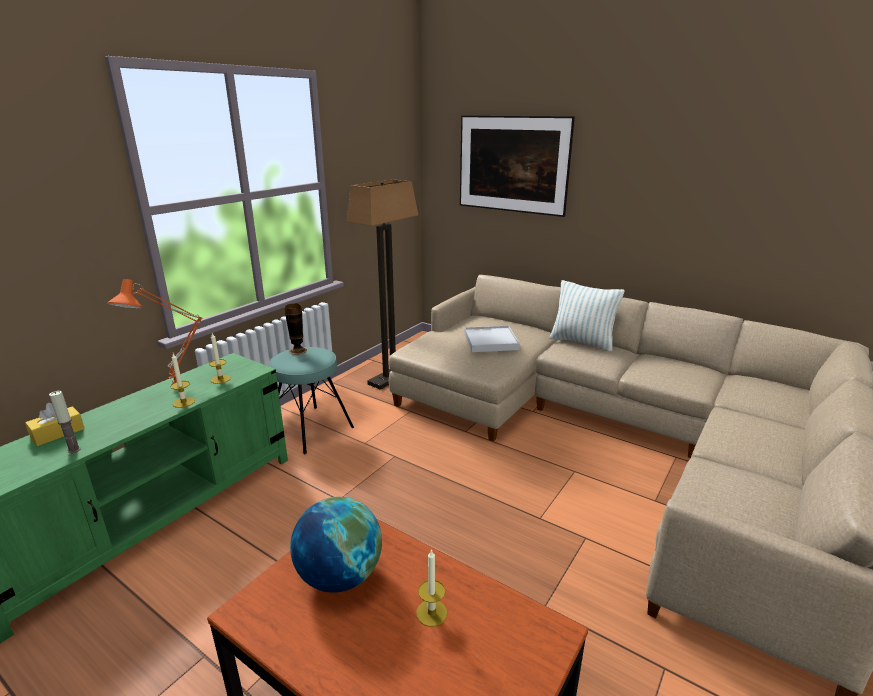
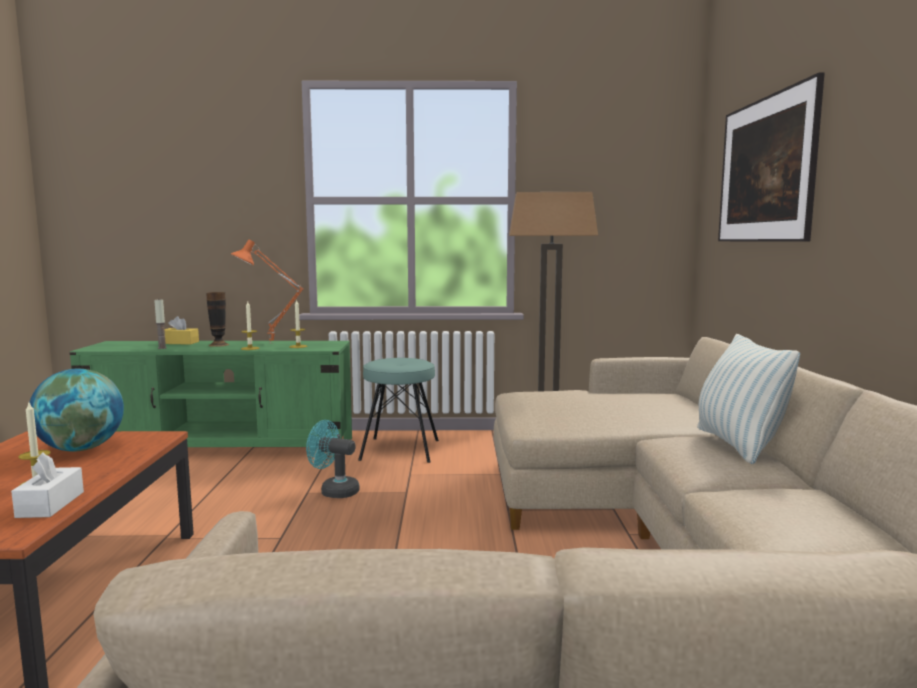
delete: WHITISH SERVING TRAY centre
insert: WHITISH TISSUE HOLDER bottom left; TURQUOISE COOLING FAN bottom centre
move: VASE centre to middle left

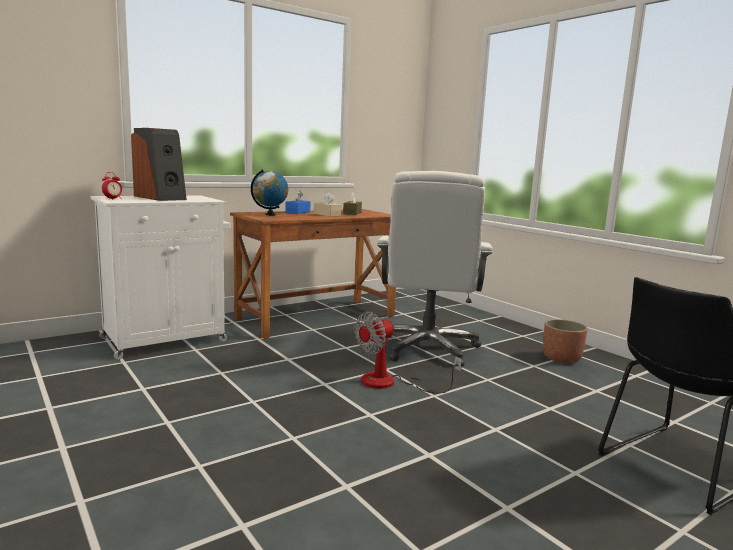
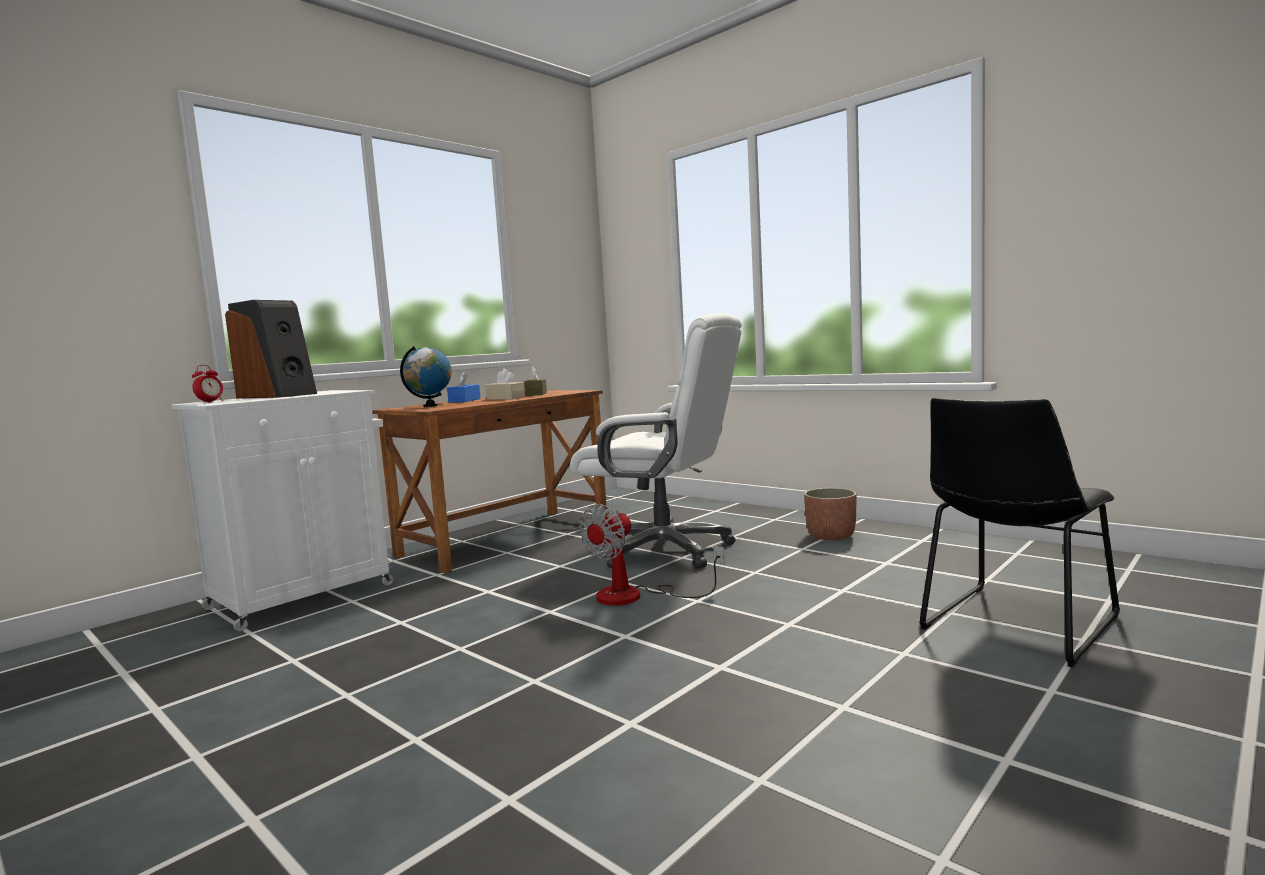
rotate: WHITISH DESK CHAIR centre = centre 60 degrees counterclockwise

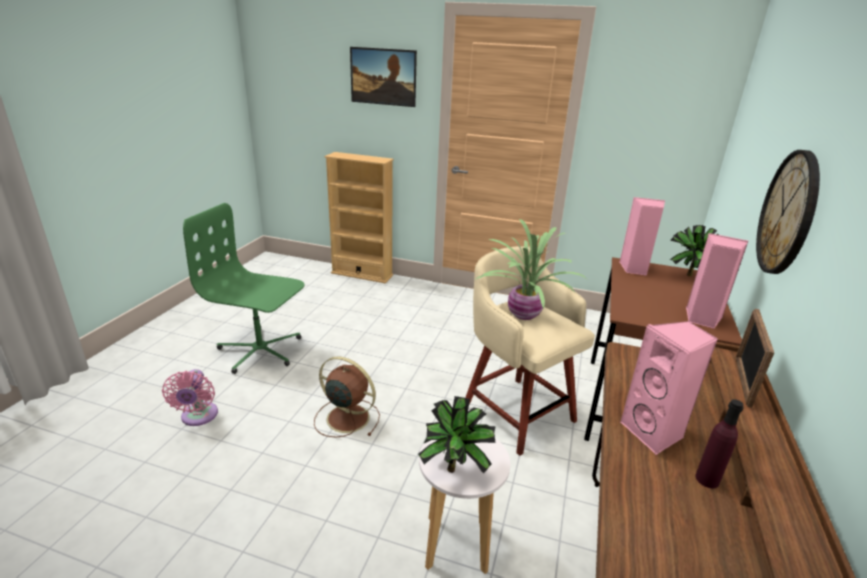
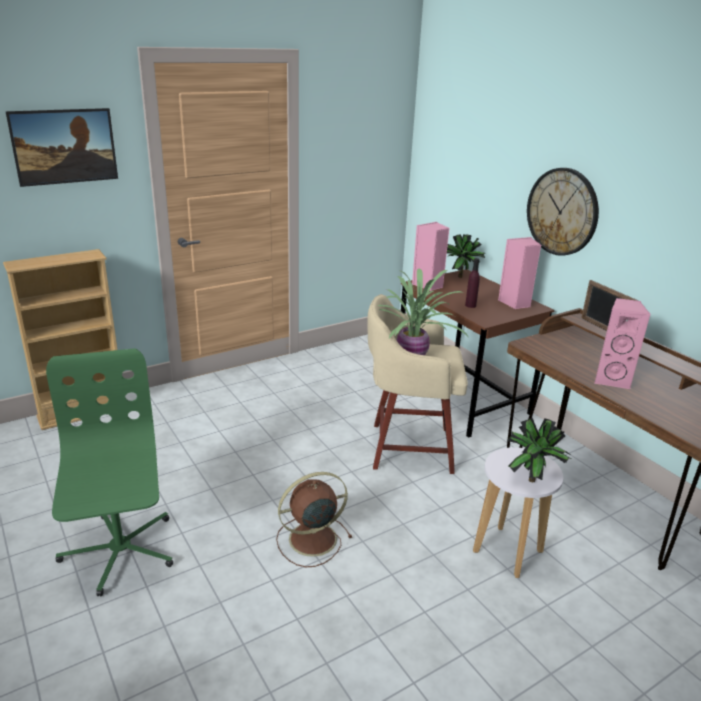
delete: PINK COOLING FAN bottom left
move: PURPLE BOTTLE bottom right to middle right
rotate: GREEN-COLOURED DESK CHAIR middle left = bottom left 105 degrees clockwise

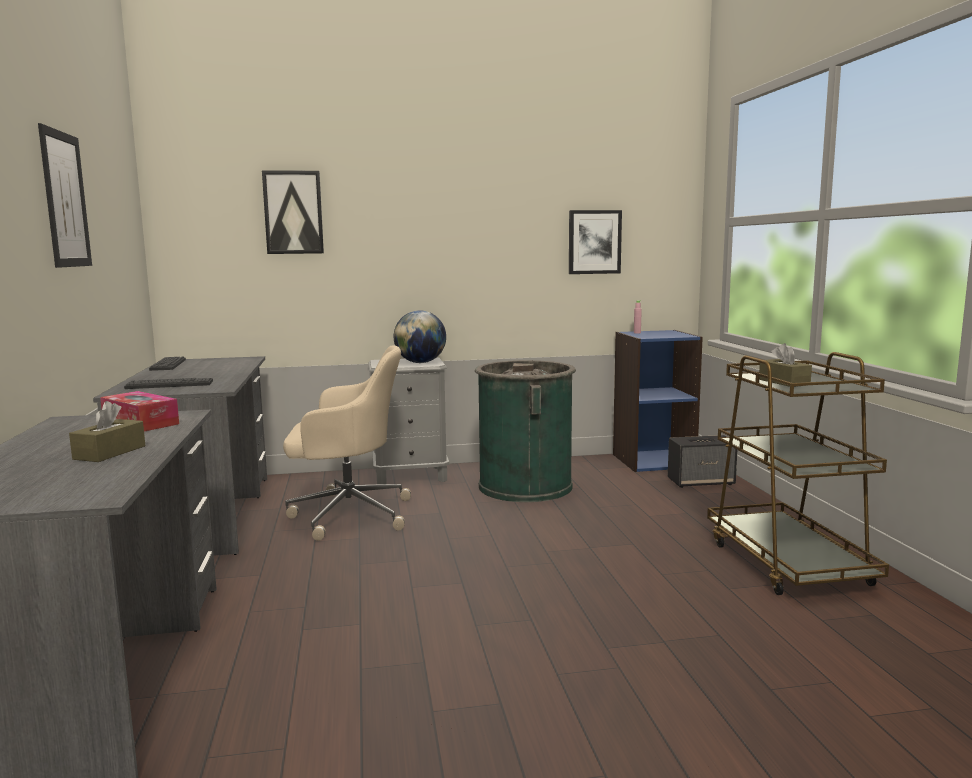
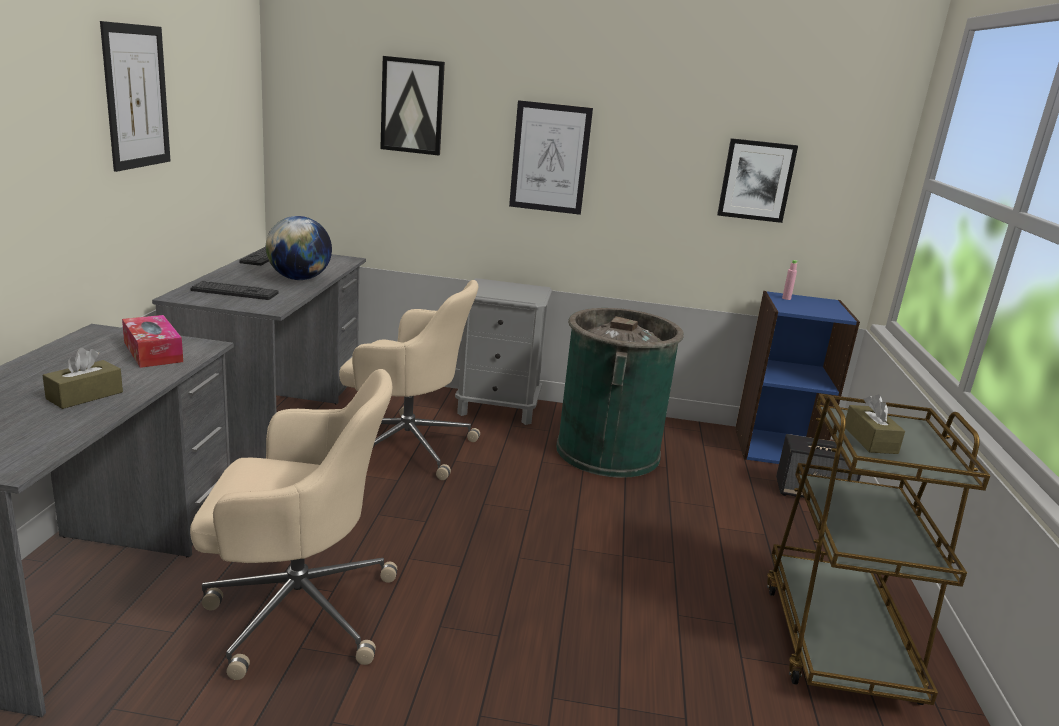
insert: SAND-COLOURED DESK CHAIR (1st from left) bottom left; PICTURE (3rd from left) top centre
move: GLOBE centre to middle left

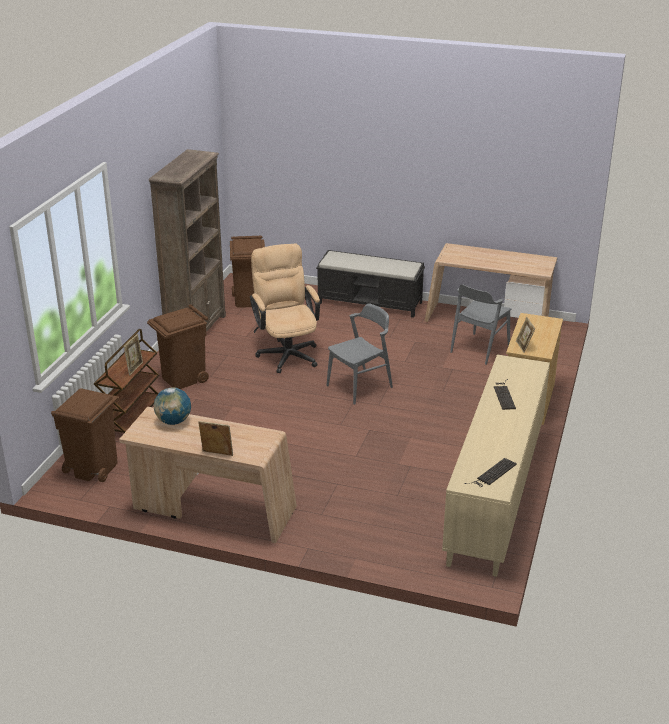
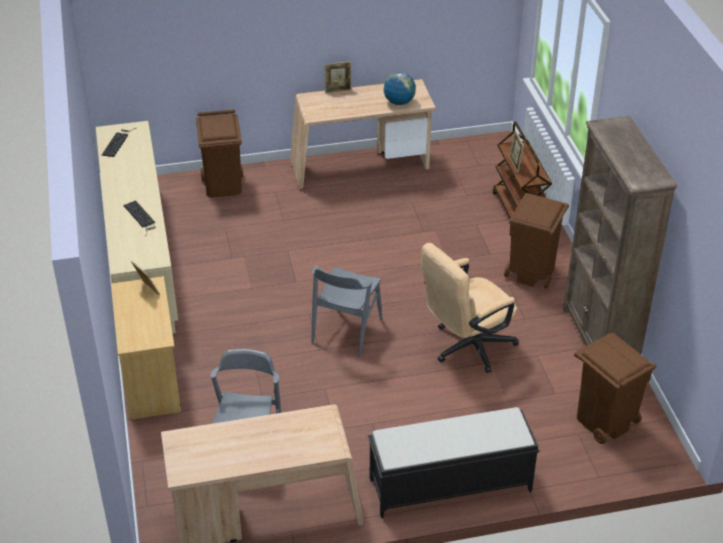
move: BROWNISH RUBBISH BIN (1st from left) middle left to top left
rotate: SAND-COLOURED DESK CHAIR centre = centre 105 degrees clockwise

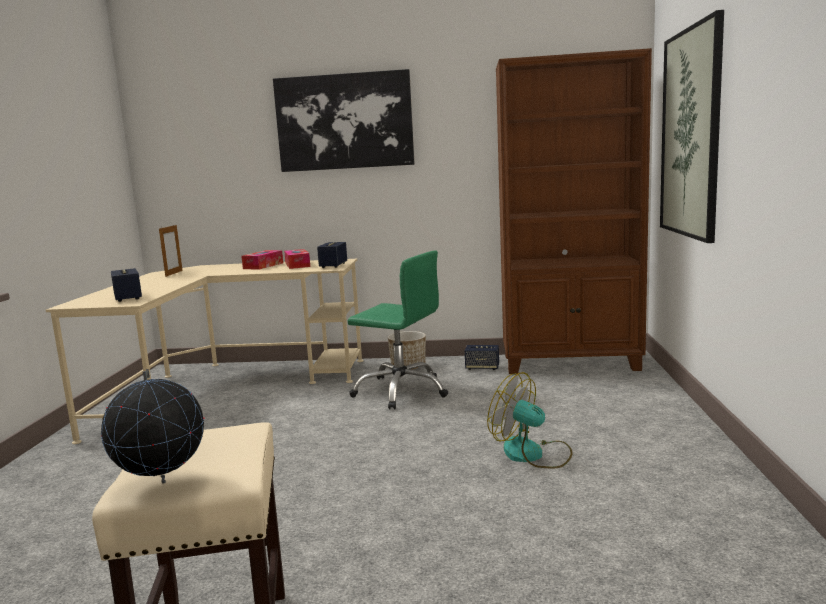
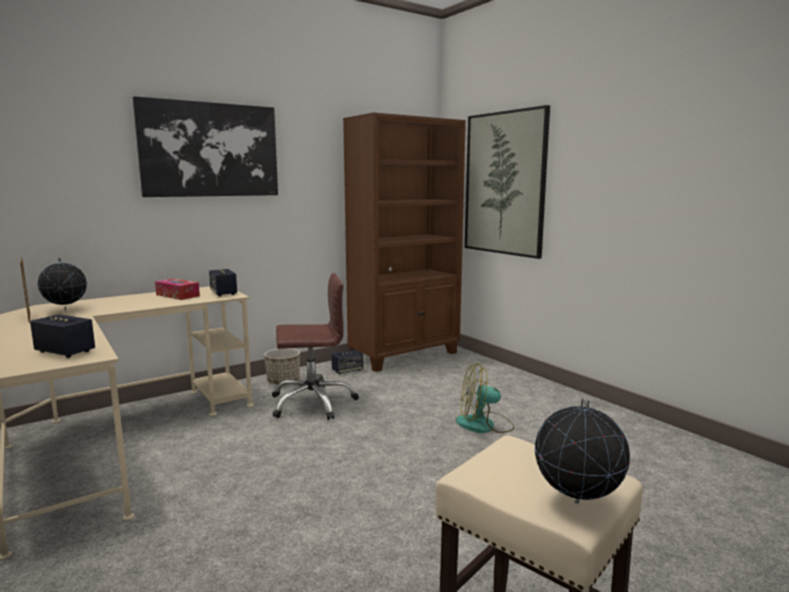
delete: TISSUE HOLDER (1st from left) middle left
insert: GLOBE (1st from left) middle left
recolor: GREEN-COLOURED DESK CHAIR centre to BROWNISH DESK CHAIR centre

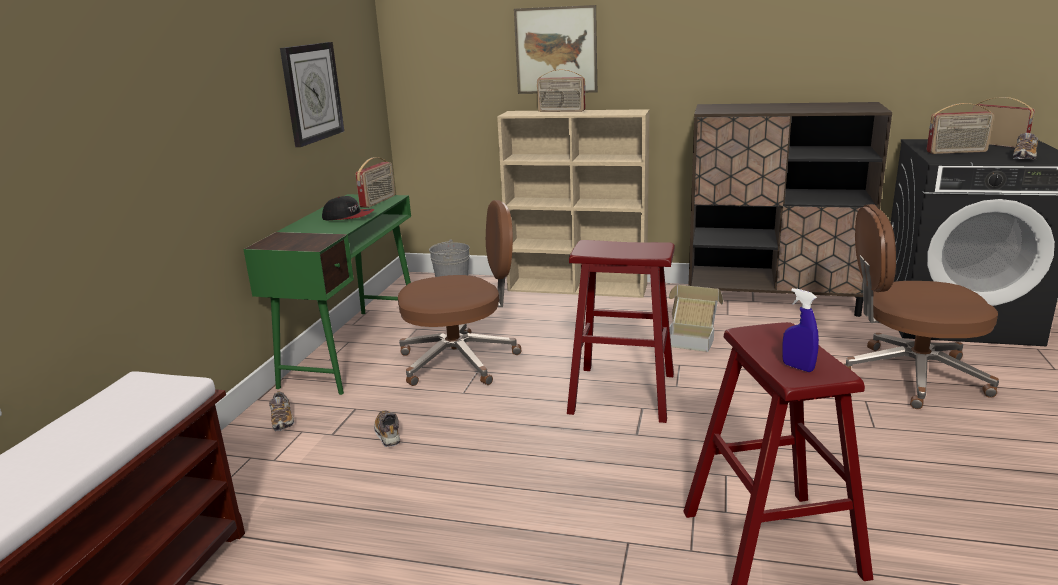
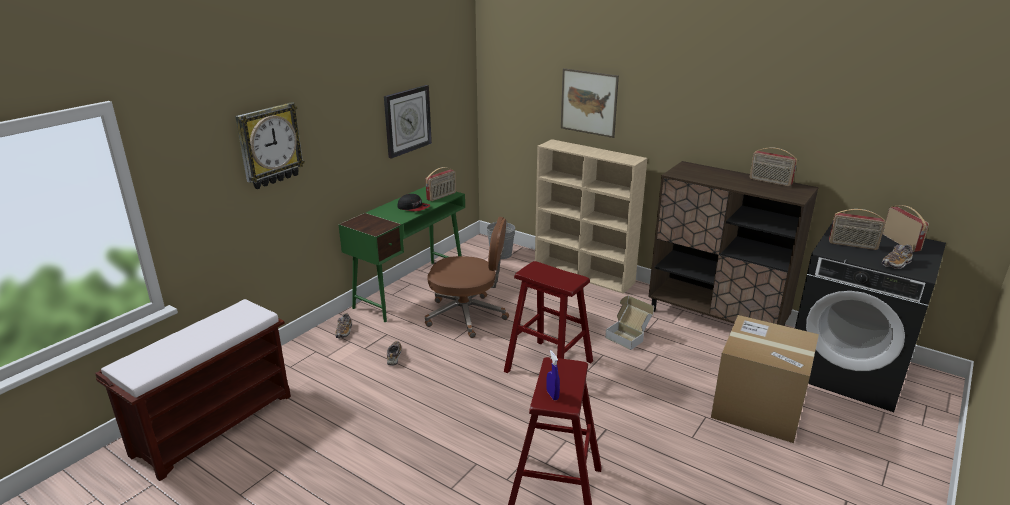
insert: WALL CLOCK (1st from left) top left
move: RADIO SET (2nd from left) top centre to top right
replace: BROWNISH DESK CHAIR (2nd from left) middle right to CARTON (2nd from left) bottom right

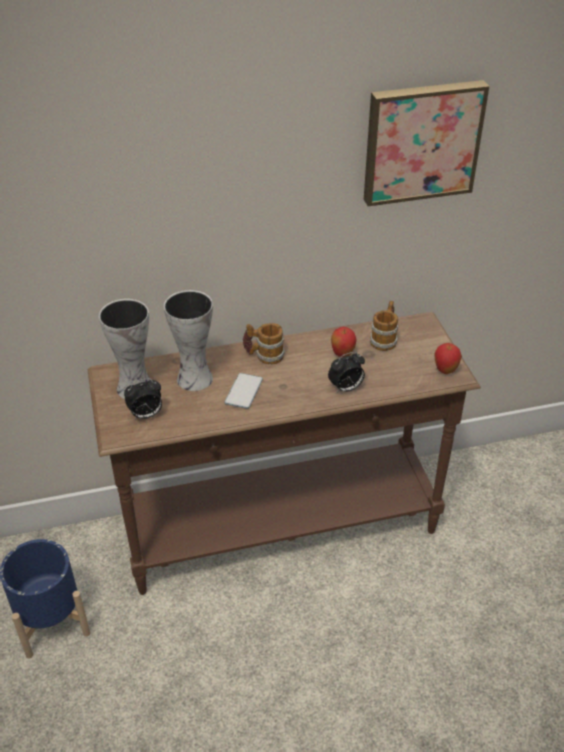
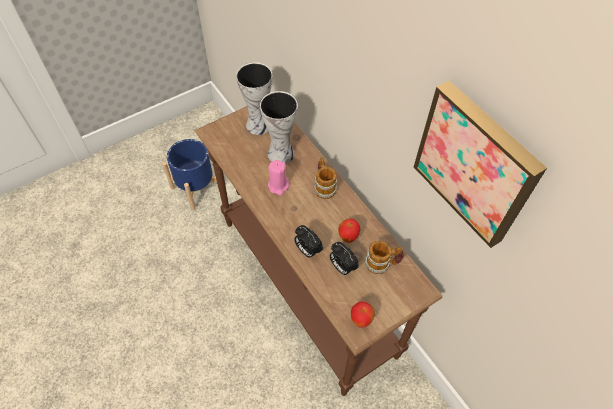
move: ALARM CLOCK (1st from left in the first image) middle left to ALARM CLOCK (2nd from left) centre
replace: HANDSET centre to PINK WAX CANDLE centre

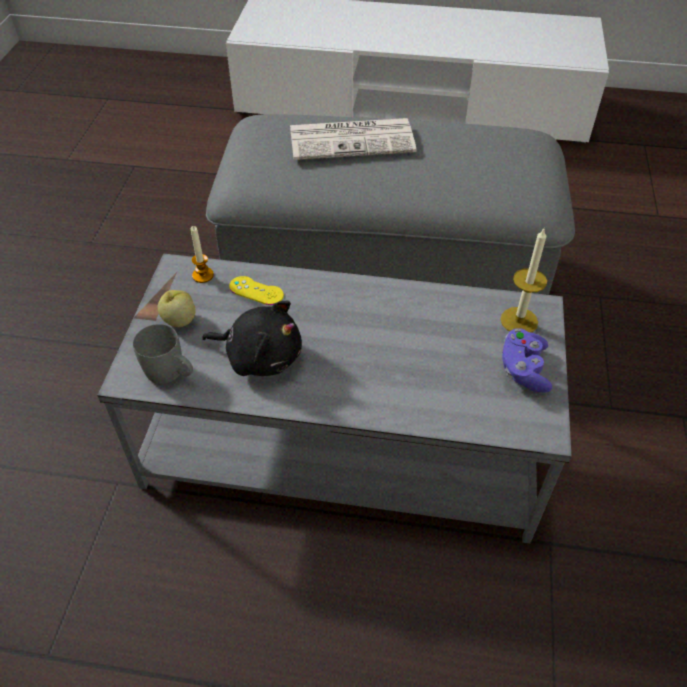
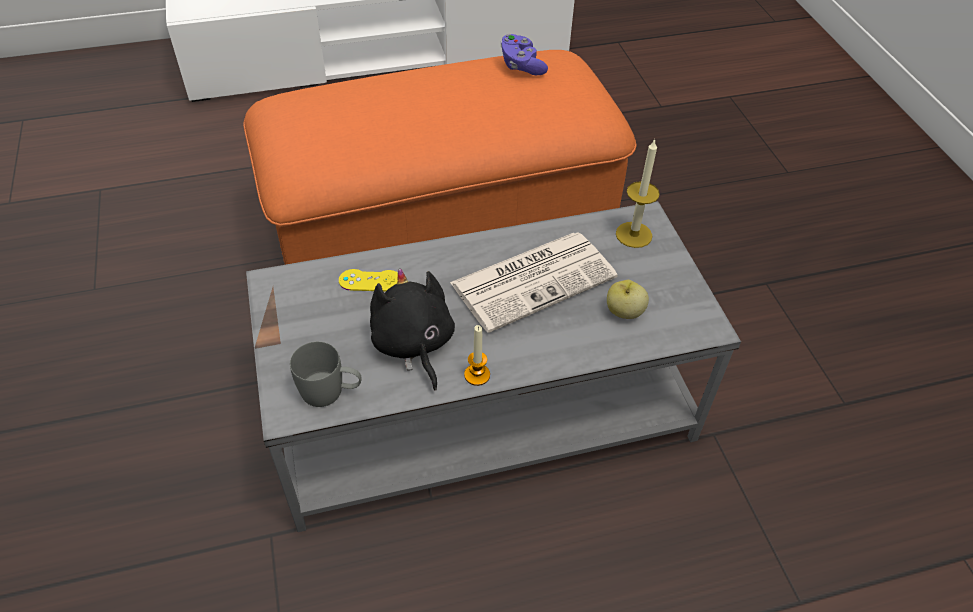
move: APPLE middle left to centre; WAX CANDLE (1st from left) middle left to centre; NEWSPAPER top centre to centre; PURPLE JOYPAD middle right to top centre
recolor: GREYISH OTTOMAN top centre to ORANGEY OTTOMAN top centre
rotate: BLACK CUDDLY TOY centre = centre 105 degrees counterclockwise

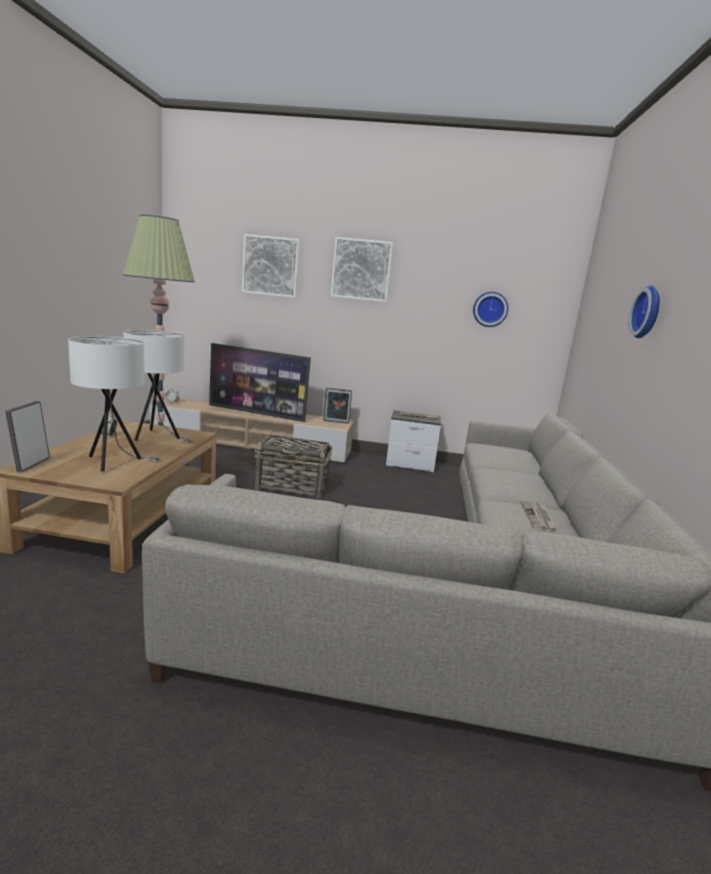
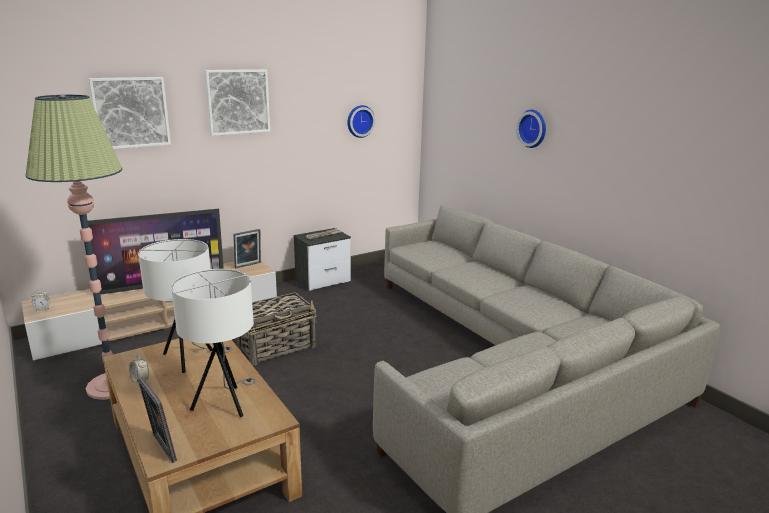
delete: NEWSPAPER (2nd from left) middle right

